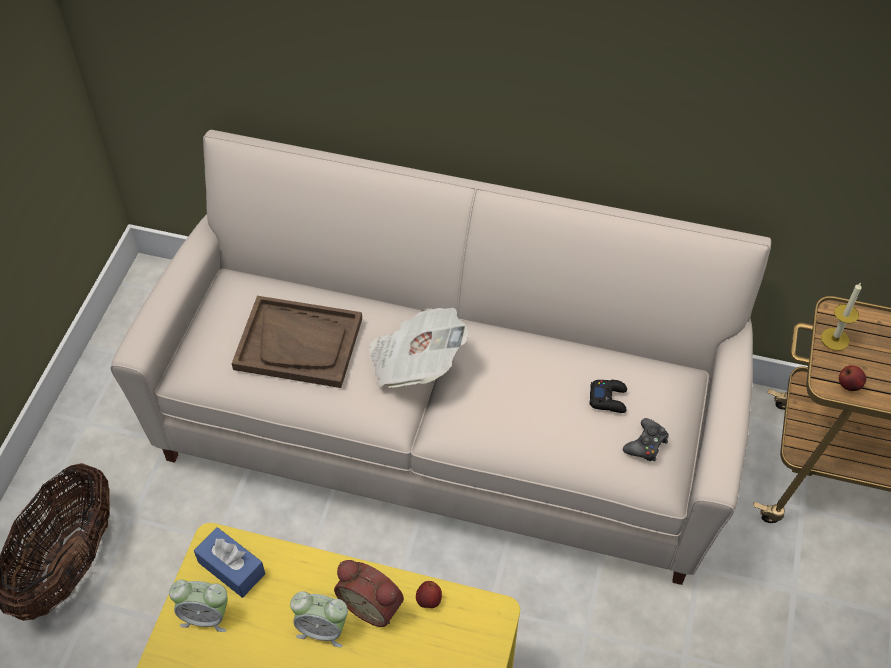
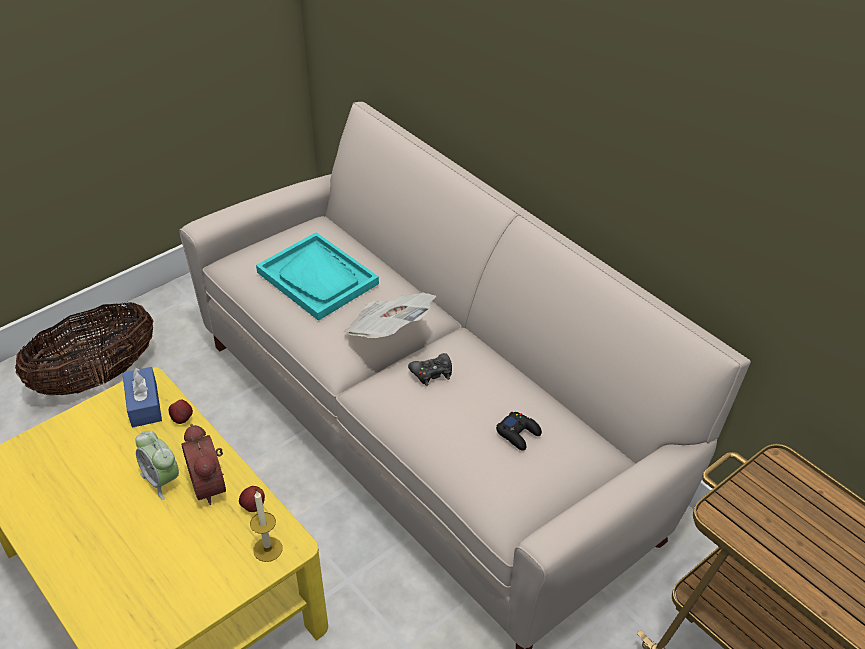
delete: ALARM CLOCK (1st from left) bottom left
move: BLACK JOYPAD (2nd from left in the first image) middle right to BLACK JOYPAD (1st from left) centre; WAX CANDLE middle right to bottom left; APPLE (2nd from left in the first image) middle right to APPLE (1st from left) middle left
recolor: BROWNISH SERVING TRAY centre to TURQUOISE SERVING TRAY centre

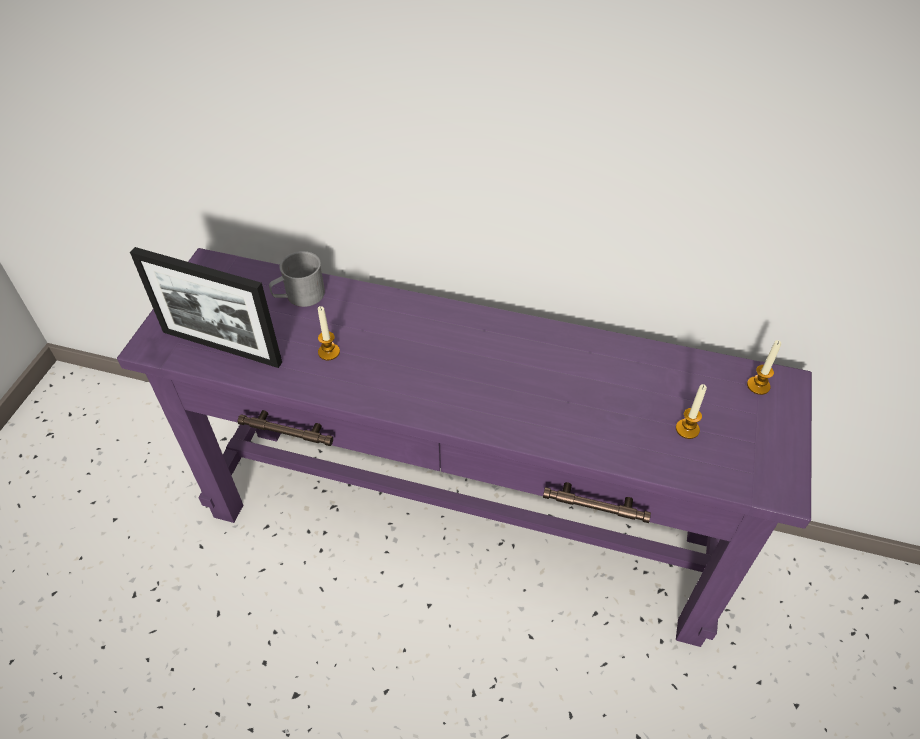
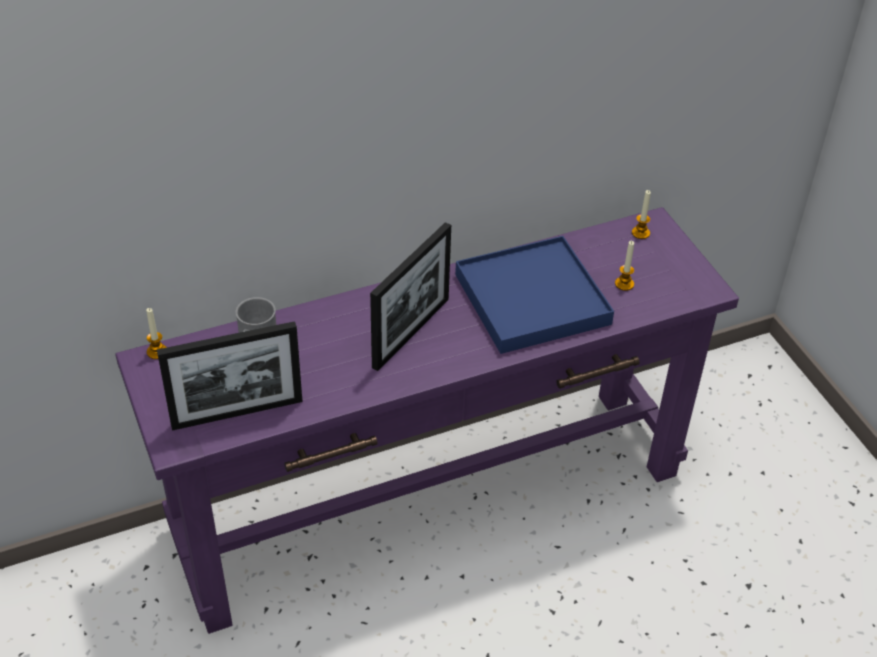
insert: PICTURE FRAME (2nd from left) centre; BLUE-COLOURED SERVING TRAY centre
move: WAX CANDLE (1st from left) centre to middle left

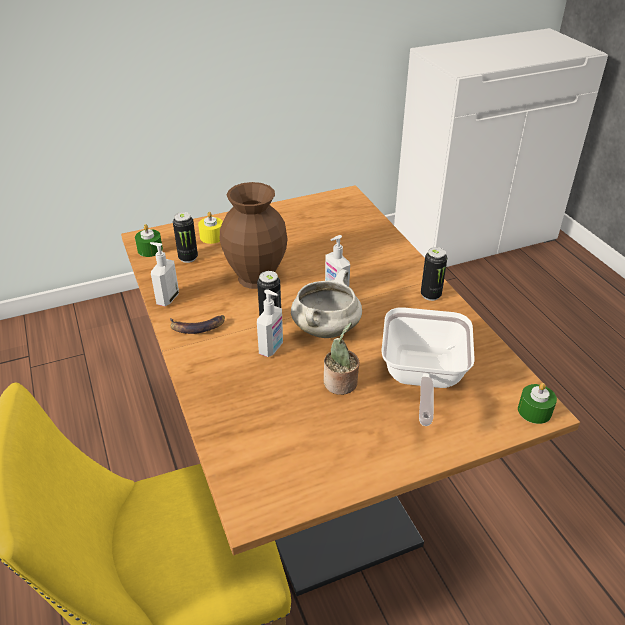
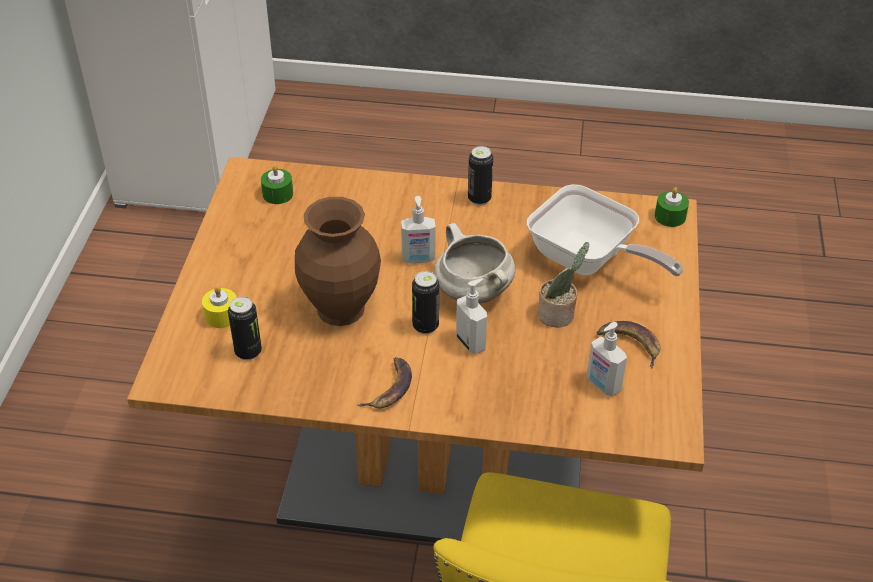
insert: WHOLE BANANA (2nd from left) middle right
move: GREEN-COLOURED WAX CANDLE (1st from left) middle left to top left; SOAP DISPENSER (1st from left in the first image) middle left to SOAP DISPENSER (3rd from left) middle right

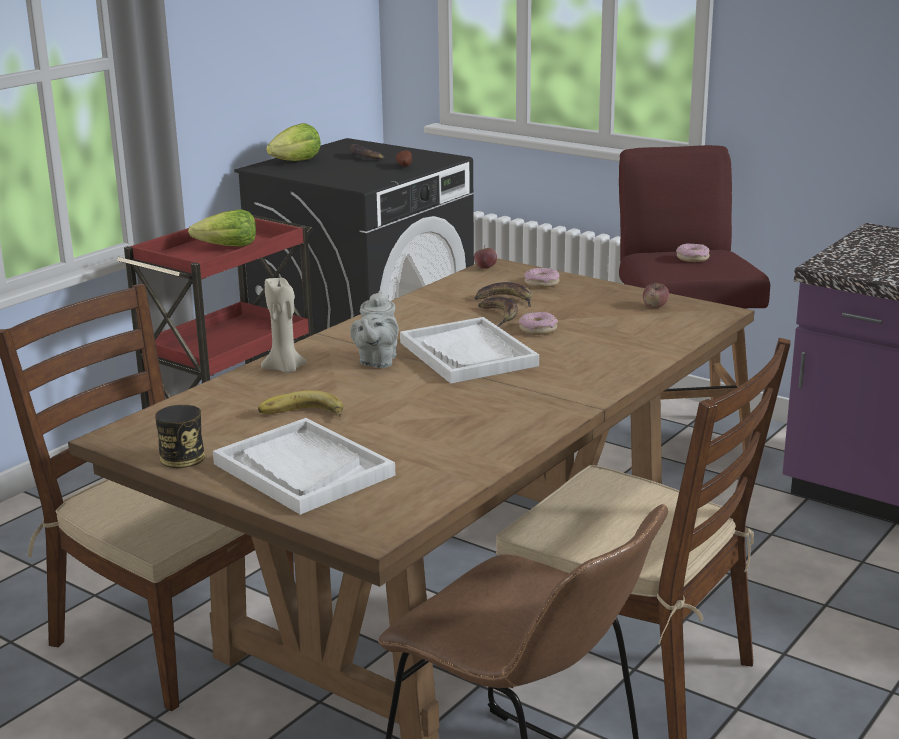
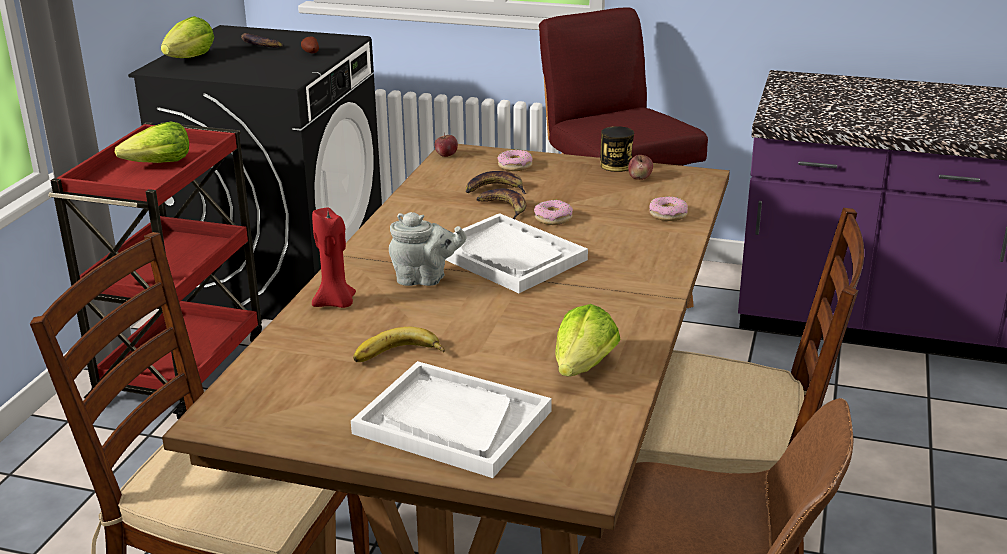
insert: LETTUCE HEAD (3rd from left) centre
move: METAL CAN middle left to top centre; DOUGHNUT (3rd from left) middle right to centre
recolor: SAND-COLOURED WAX CANDLE middle left to REDDISH WAX CANDLE middle left
rotate: GREYISH TEA POT centre = centre 75 degrees counterclockwise

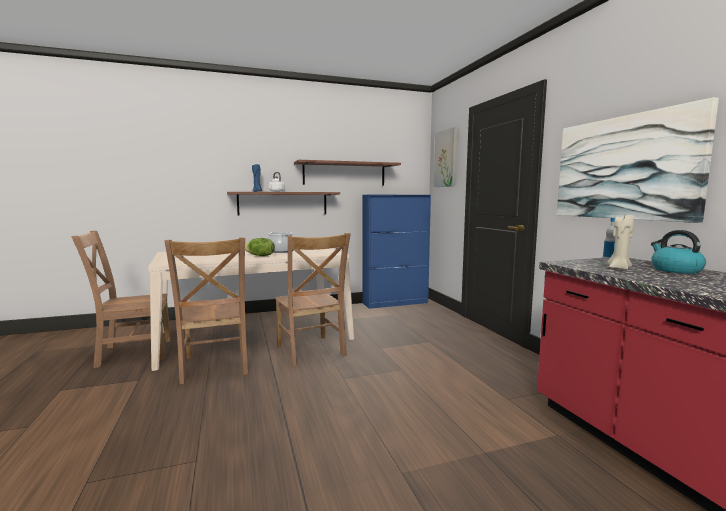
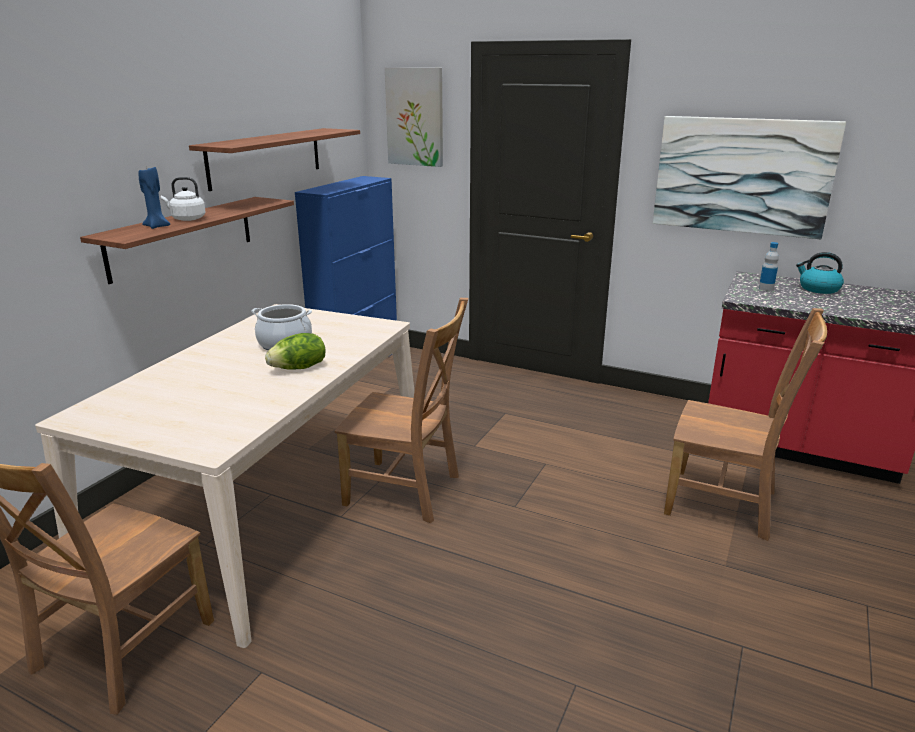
delete: SAND-COLOURED WAX CANDLE middle right
move: BROWNISH UPRIGHT CHAIR (2nd from left in the first image) middle left to BROWNISH UPRIGHT CHAIR (3rd from left) middle right

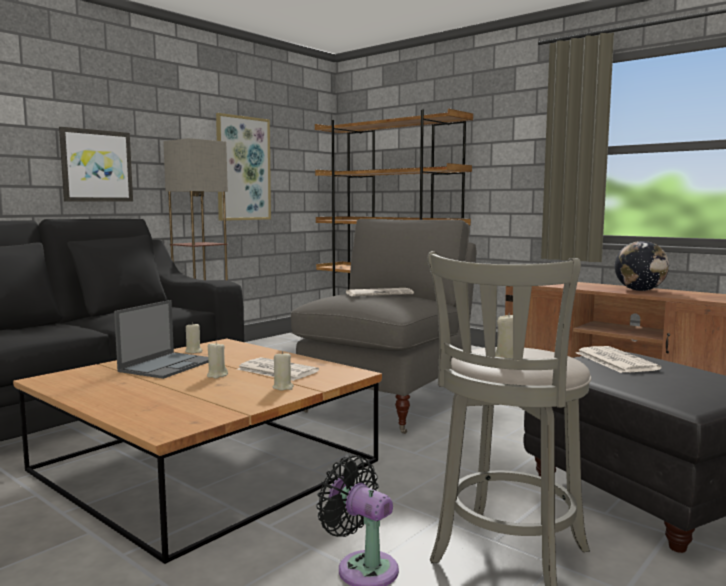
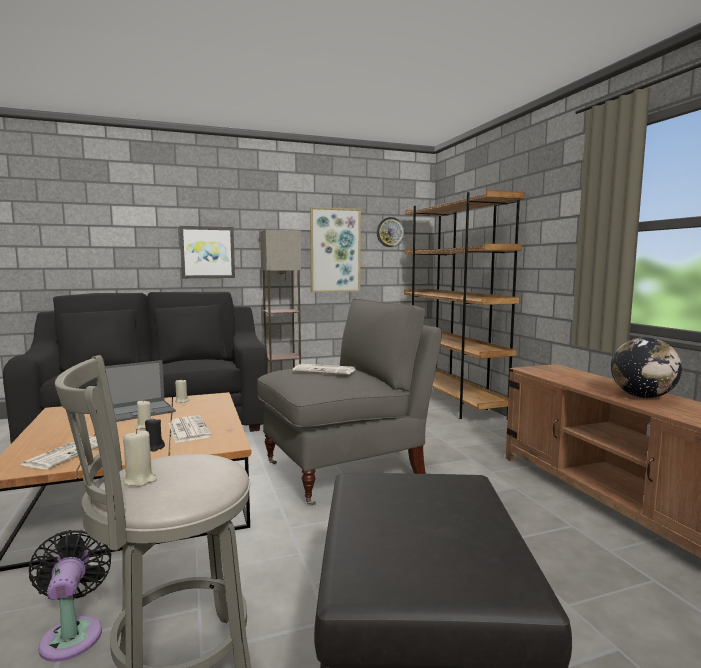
insert: WALL CLOCK centre
move: NEWSPAPER (3rd from left in the first image) middle right to NEWSPAPER (1st from left) bottom left
recolor: SAND-COLOURED WAX CANDLE (3rd from left) centre to BLACK WAX CANDLE middle left

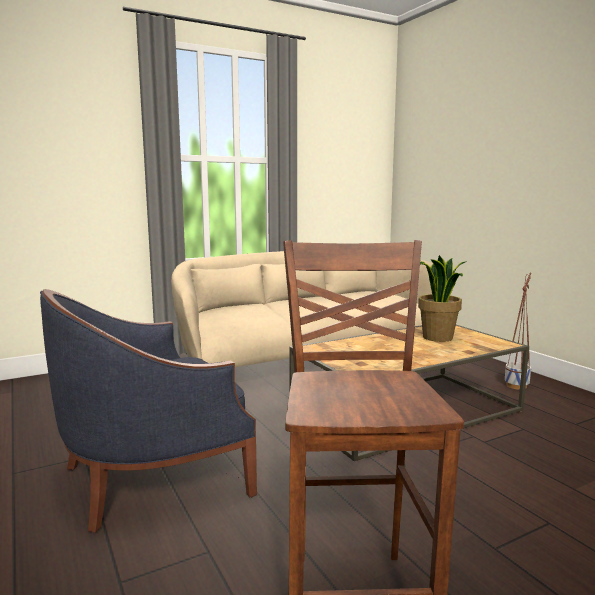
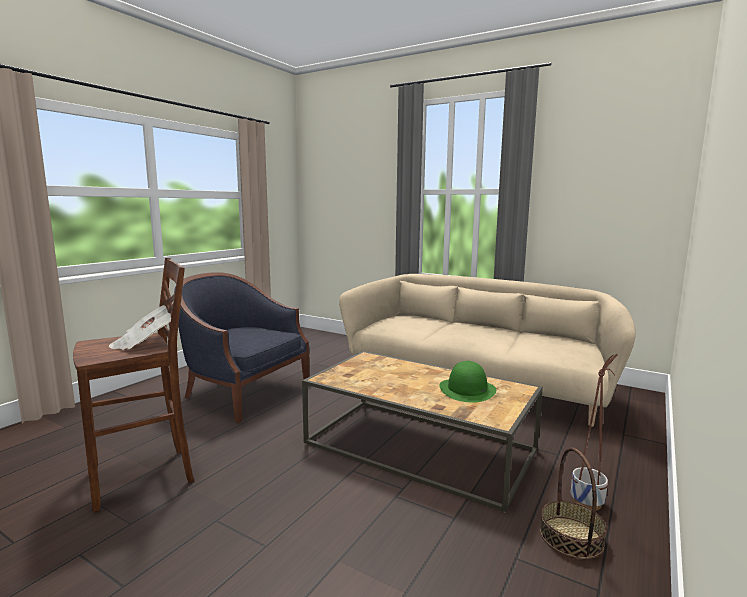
insert: NEWSPAPER middle left; BASKET bottom right
replace: PLANT IN A POT middle right to GREEN-COLOURED CLOTHING HAT centre

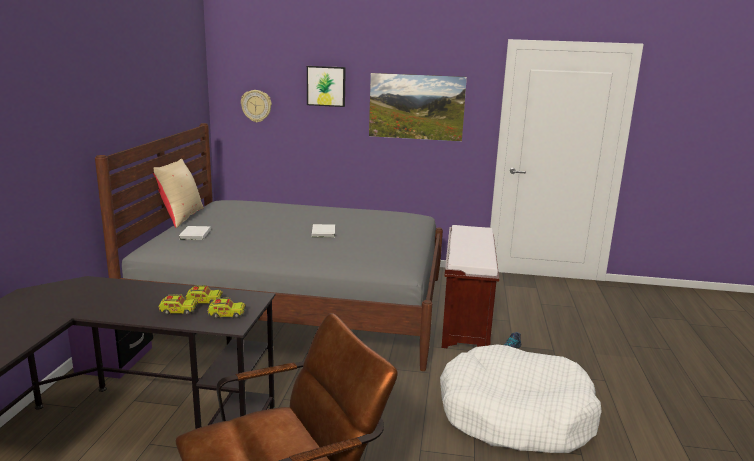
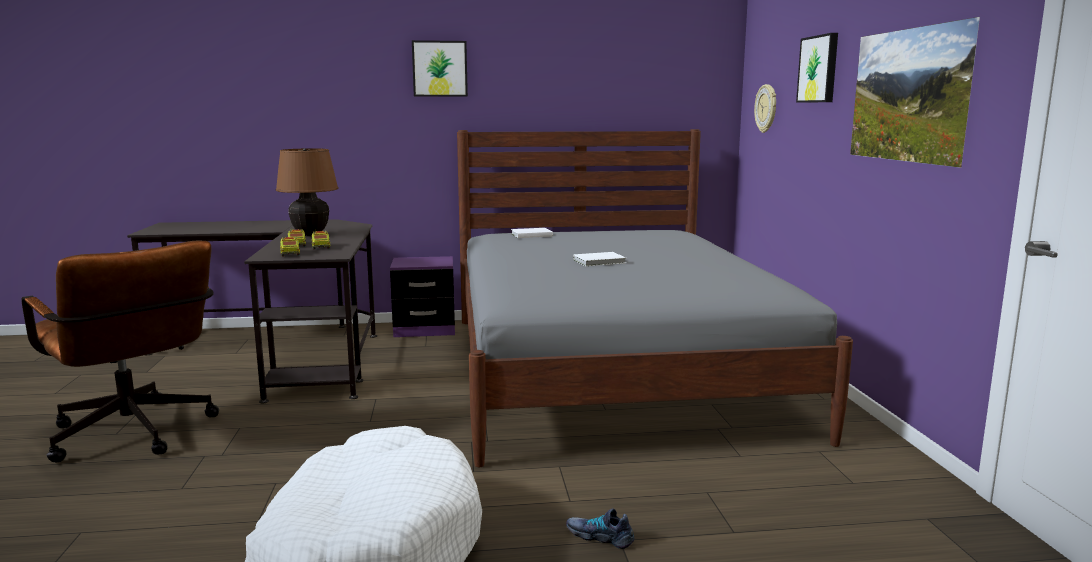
delete: SAND-COLOURED PILLOW middle left; BROWNISH BENCH centre
insert: BROWNISH TABLE LAMP middle left; PICTURE (1st from left) top centre

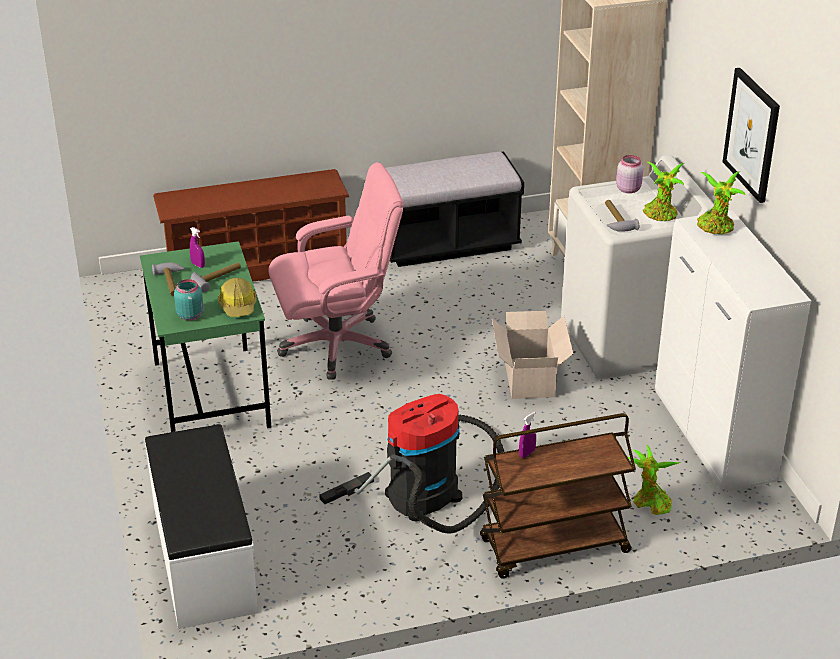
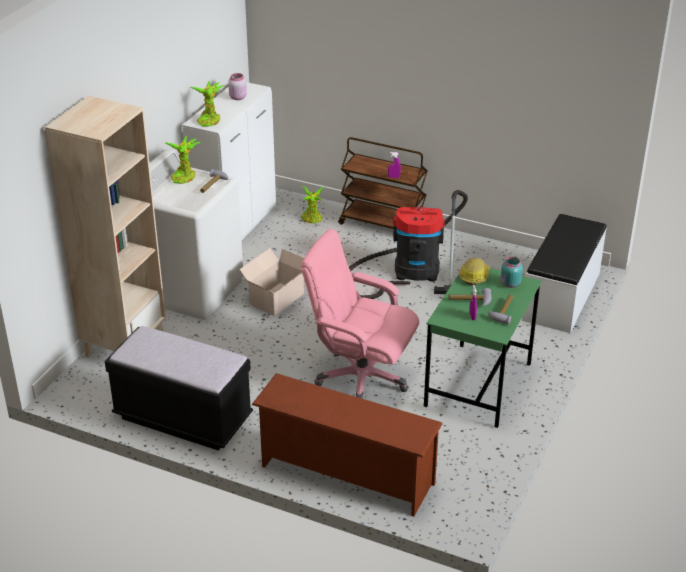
delete: PICTURE top right
move: PINK JAR top right to top centre

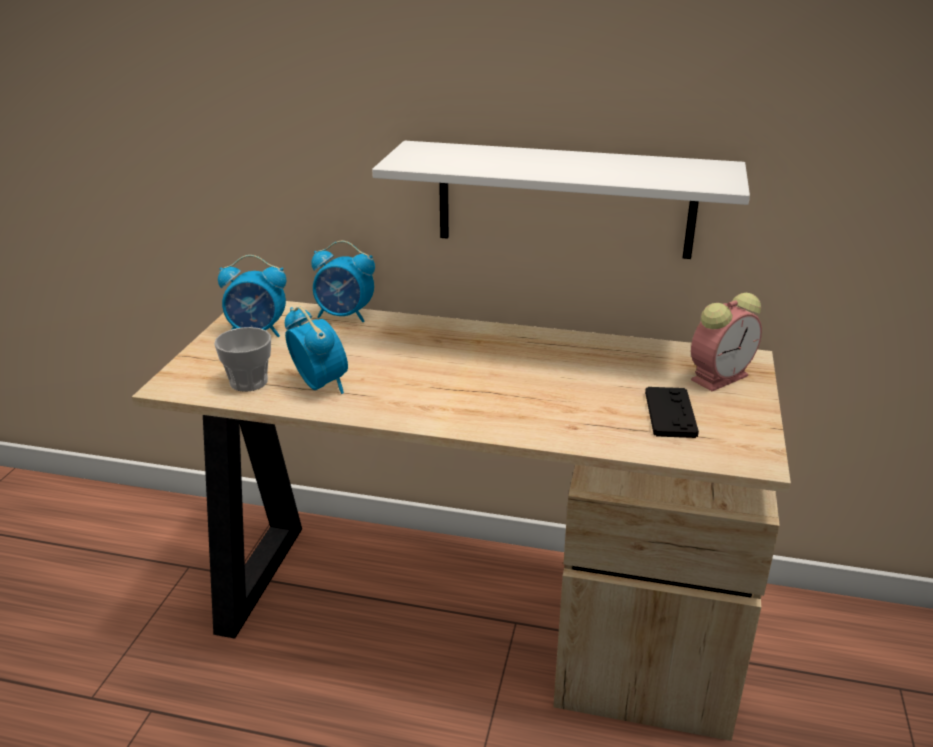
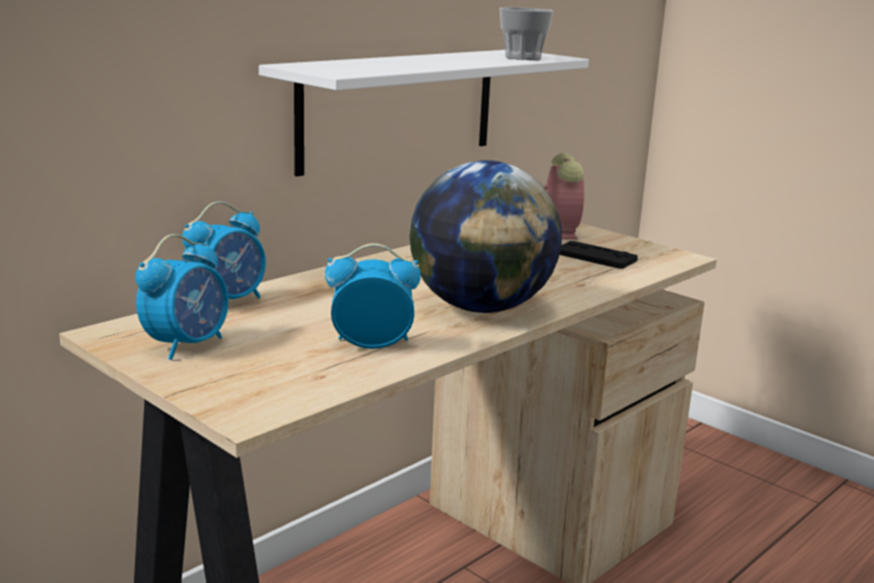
insert: GLOBE centre
move: SMALL CUP middle left to top centre

